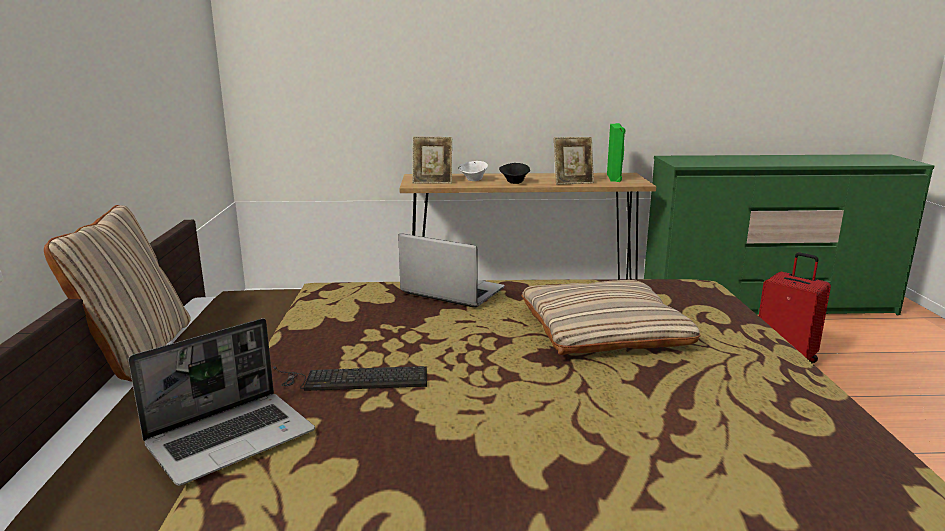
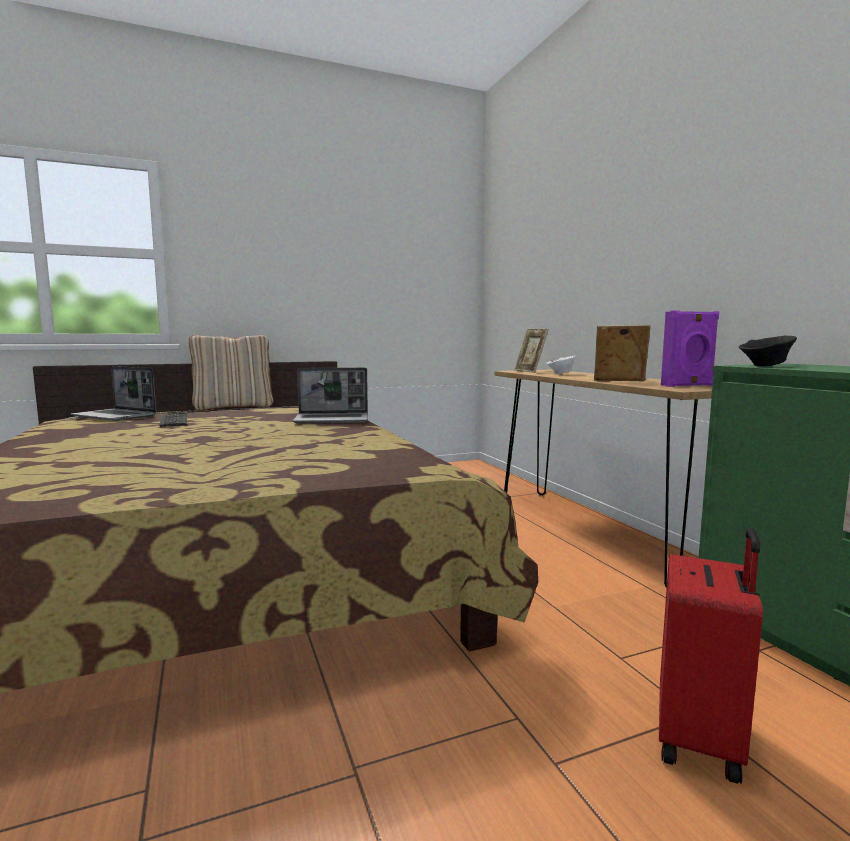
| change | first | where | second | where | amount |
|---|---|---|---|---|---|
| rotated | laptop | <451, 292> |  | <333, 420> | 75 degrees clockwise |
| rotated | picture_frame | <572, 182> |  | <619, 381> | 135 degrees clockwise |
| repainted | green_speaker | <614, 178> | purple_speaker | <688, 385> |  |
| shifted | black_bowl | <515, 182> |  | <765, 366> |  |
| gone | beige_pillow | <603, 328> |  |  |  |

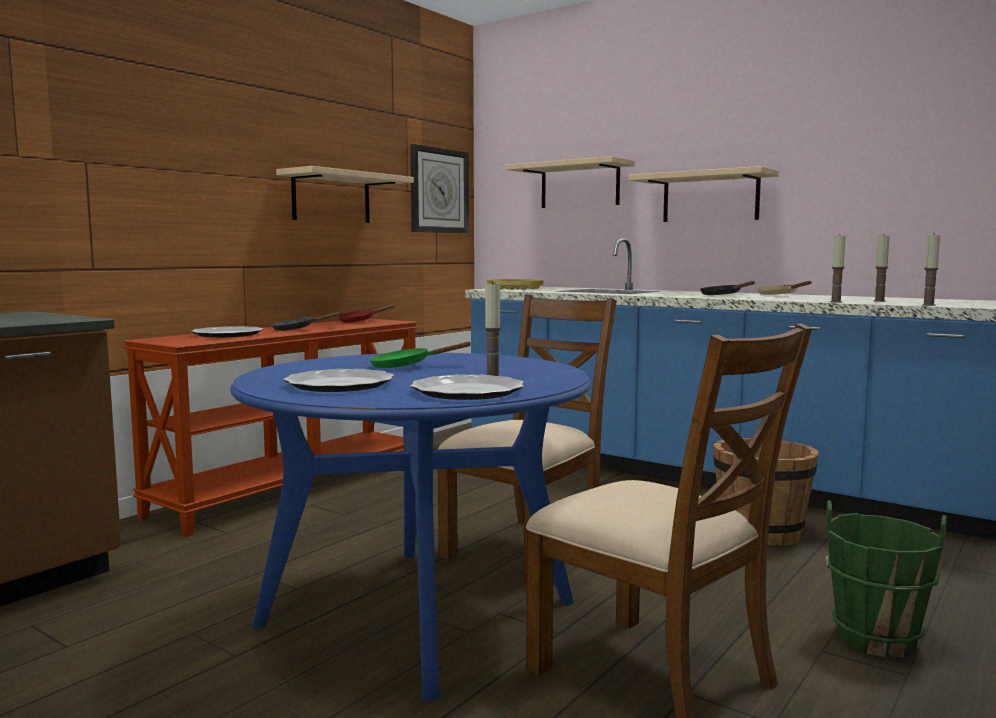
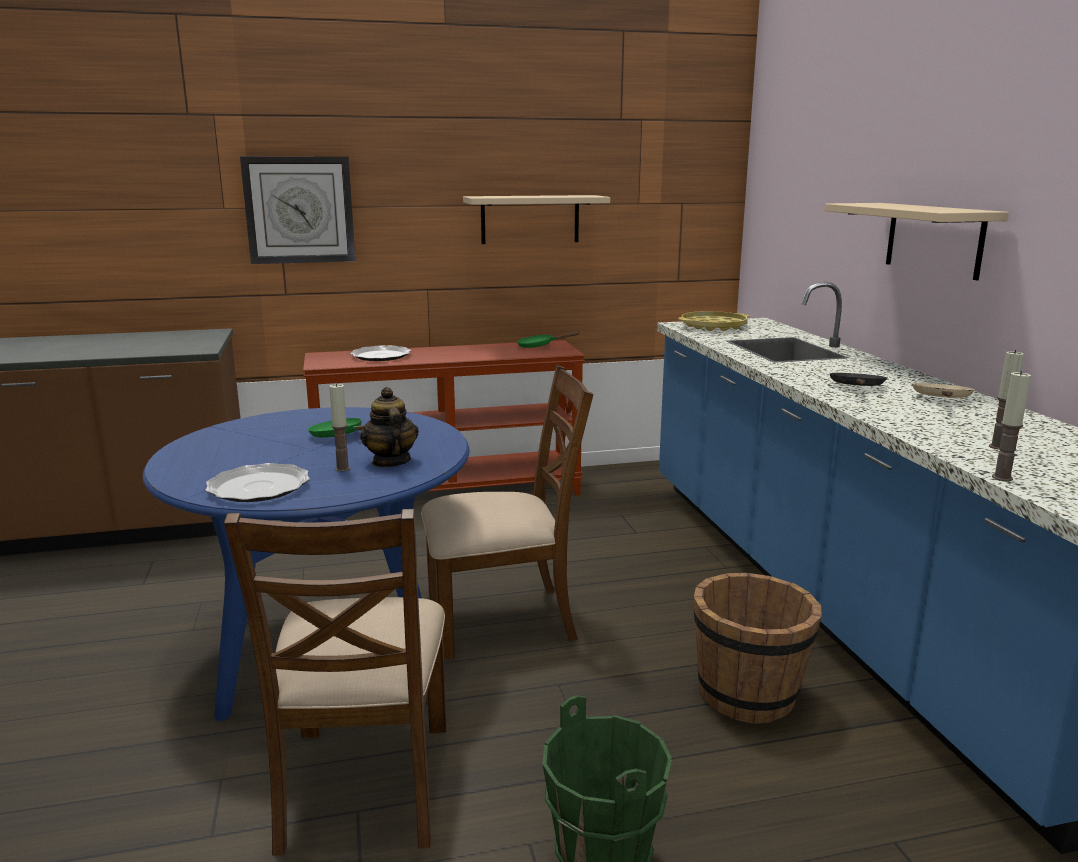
| change | first | where | second | where | amount |
|---|---|---|---|---|---|
| shifted | wall_clock | <438, 191> |  | <299, 210> |  |
| new |  |  | teapot | <390, 462> |  |
| repainted | red_frying_pan | <360, 321> | green_frying_pan | <539, 346> |  |
| gone | black_frying_pan | <298, 329> |  |  |  |
| gone | plate | <339, 385> |  |  |  |
| gone | beige_shelf | <580, 185> |  |  |  |
| gone | candle | <836, 302> |  |  |  |

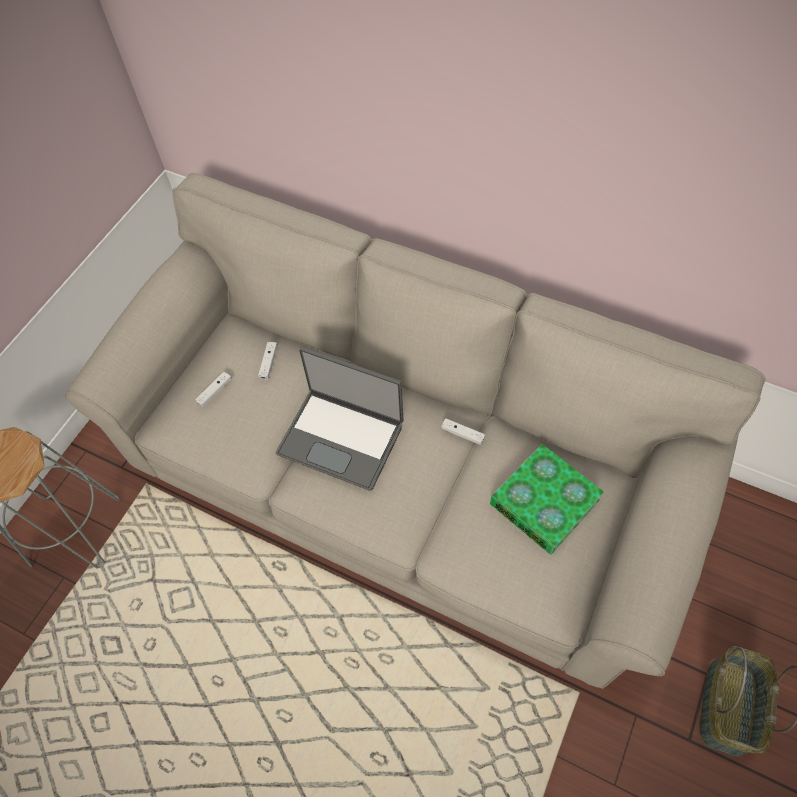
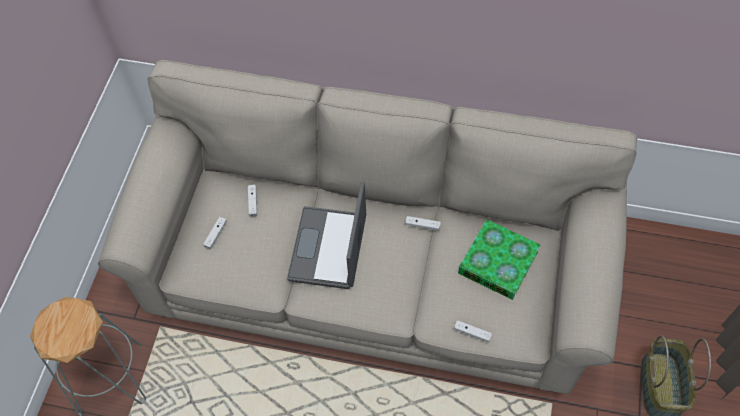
| change | first | where | second | where | amount |
|---|---|---|---|---|---|
| rotated | laptop | <342, 437> |  | <330, 248> | 90 degrees clockwise |
| new |  |  | white_game_controller | <472, 333> |  |

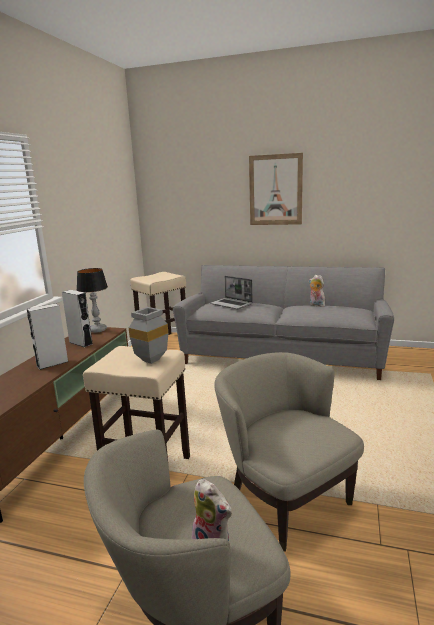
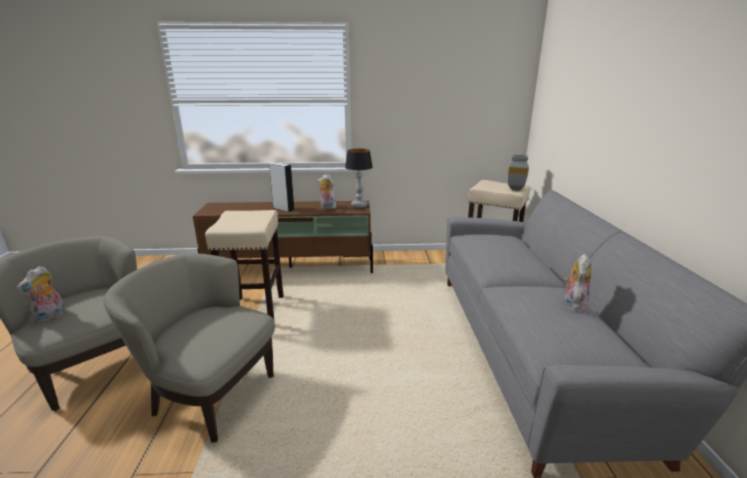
| change | first | where | second | where | amount |
|---|---|---|---|---|---|
| rotated | beige_armchair | <285, 499> |  | <210, 395> | 105 degrees counterclockwise |
| swapped | grey_speaker | <81, 343> | plush_toy | <326, 207> |  |
| shifted | grey_vase | <151, 359> |  | <516, 189> |  |
| gone | laptop | <232, 304> |  |  |  |
| gone | picture | <275, 190> |  |  |  |

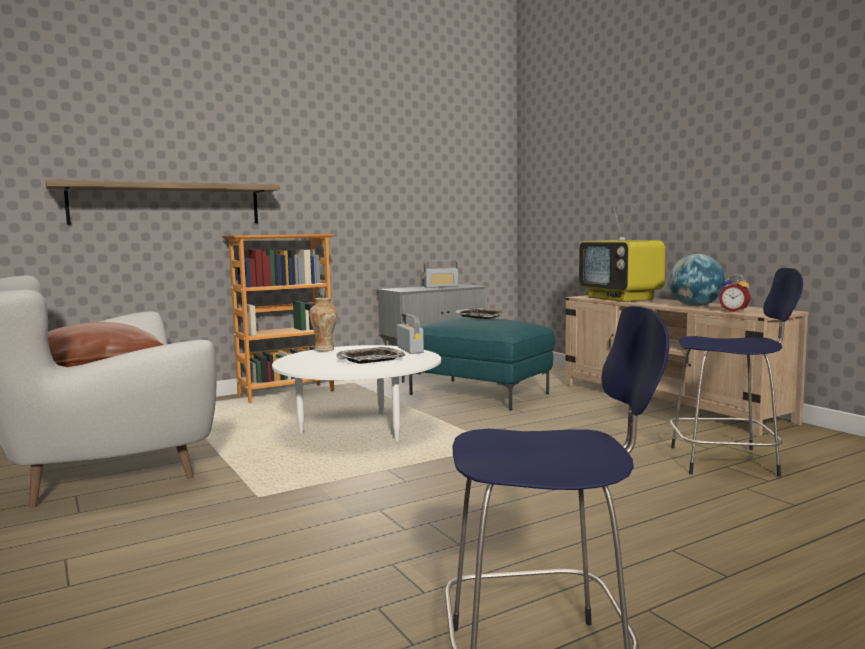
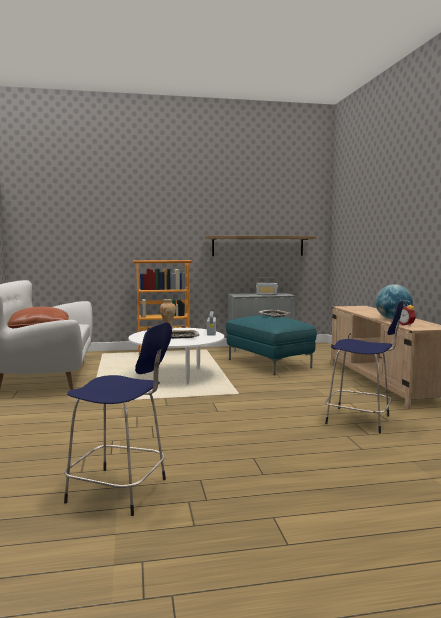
| change | first | where | second | where | amount |
|---|---|---|---|---|---|
| shifted | shelf | <167, 204> |  | <258, 246> |  |
| gone | television | <621, 298> |  |  |  |

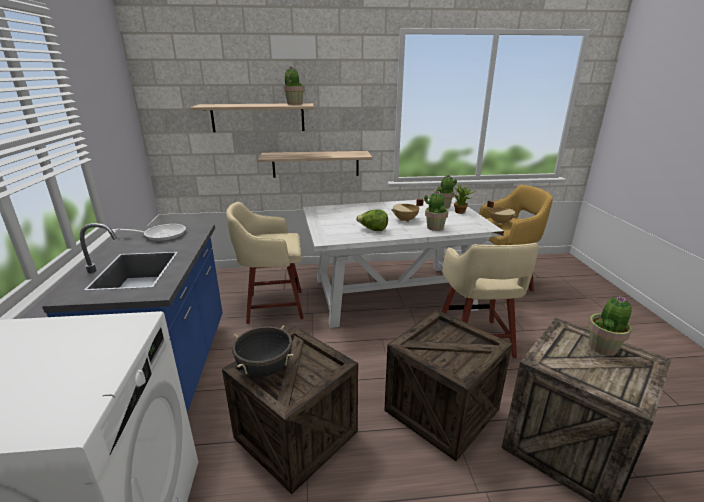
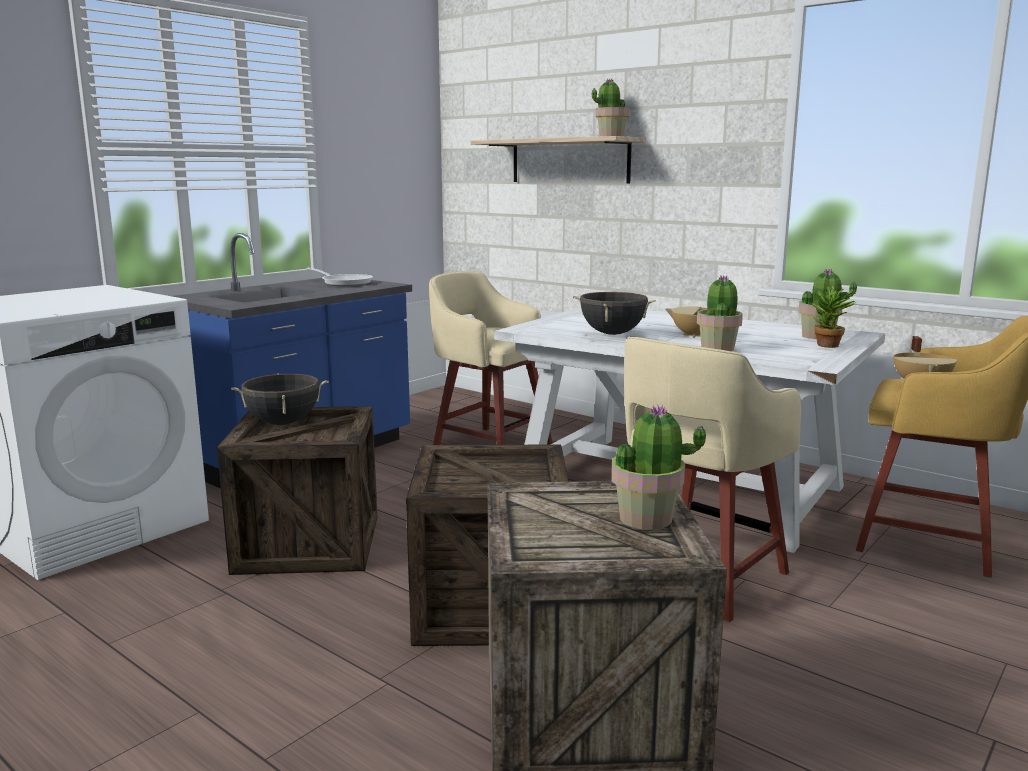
| change | first | where | second | where | amount |
|---|---|---|---|---|---|
| swapped | lettuce | <373, 230> | black_cooking_pot | <612, 334> |  |
| gone | shelf | <315, 164> |  |  |  |

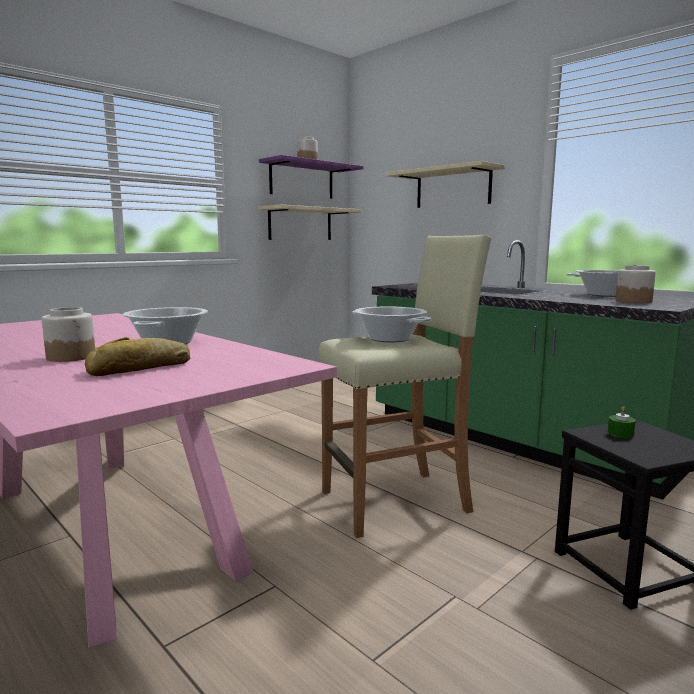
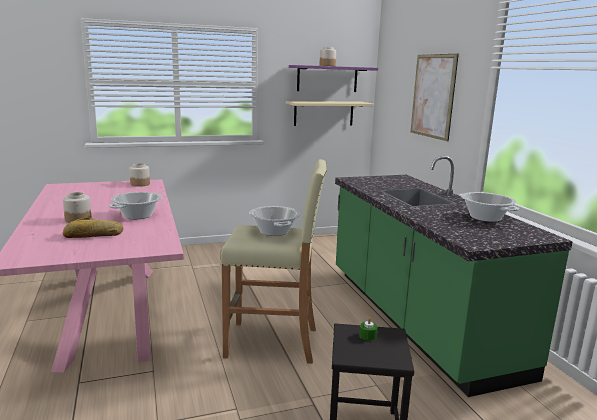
| change | first | where | second | where | amount |
|---|---|---|---|---|---|
| shifted | jar | <633, 301> |  | <140, 184> |  |
| swapped | beige_shelf | <453, 188> | picture | <433, 96> |  |

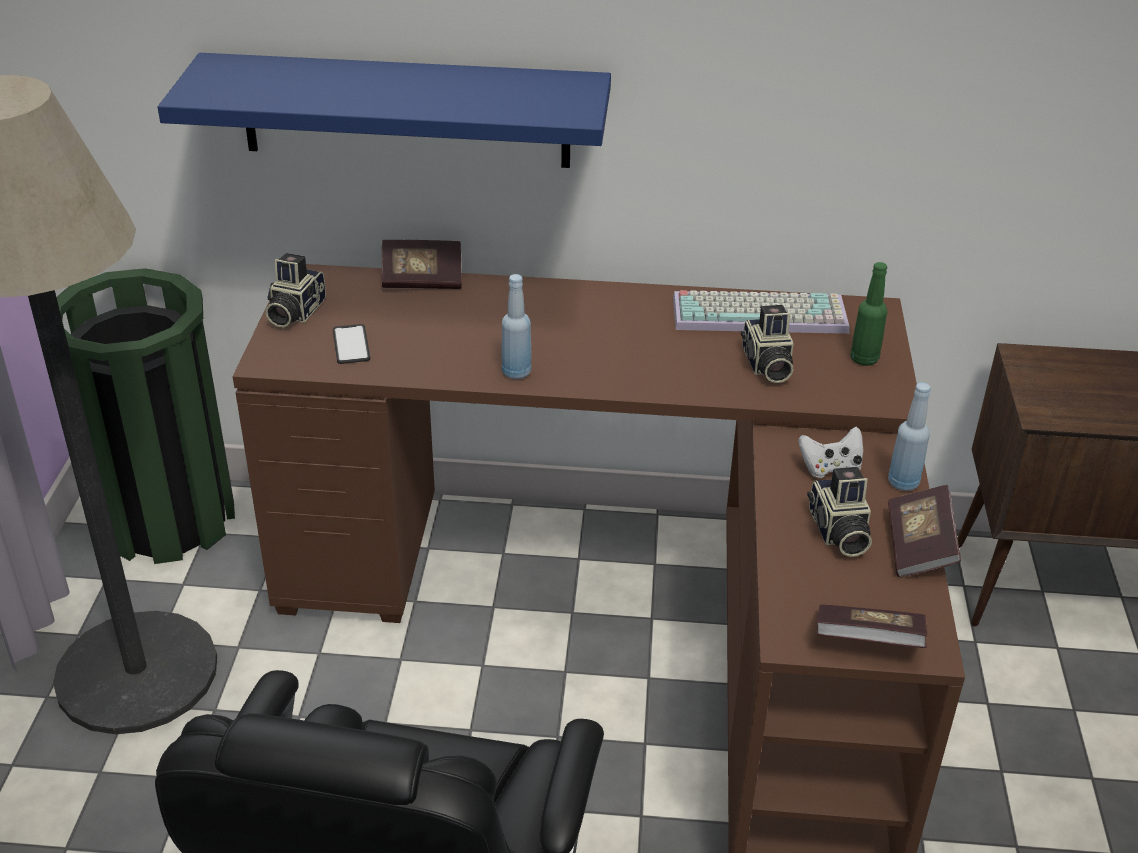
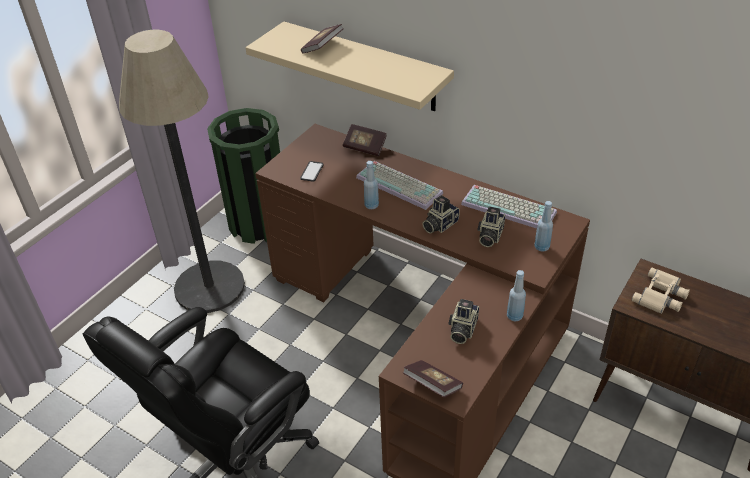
| change | first | where | second | where | amount |
|---|---|---|---|---|---|
| repainted | blue_shelf | <406, 111> | beige_shelf | <365, 67> |  |
| shifted | book | <919, 547> |  | <322, 47> |  |
| new |  |  | keyboard | <401, 185> |  |
| shifted | photo_camera | <294, 312> |  | <439, 224> |  |
| repainted | green_bottle | <864, 359> | blue_bottle | <541, 247> |  |
| new |  |  | beige_binoculars | <661, 296> |  |
| gone | white_game_controller | <830, 467> |  |  |  |

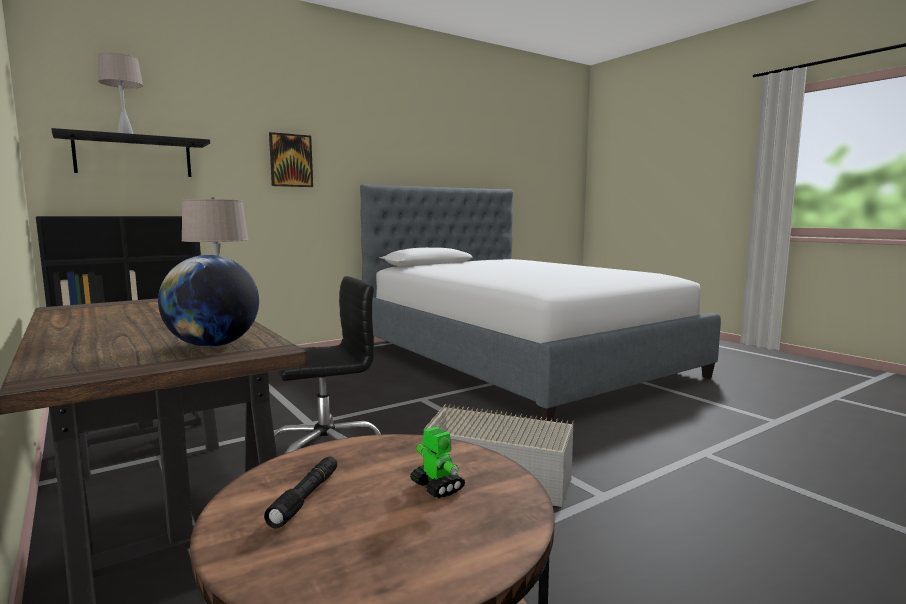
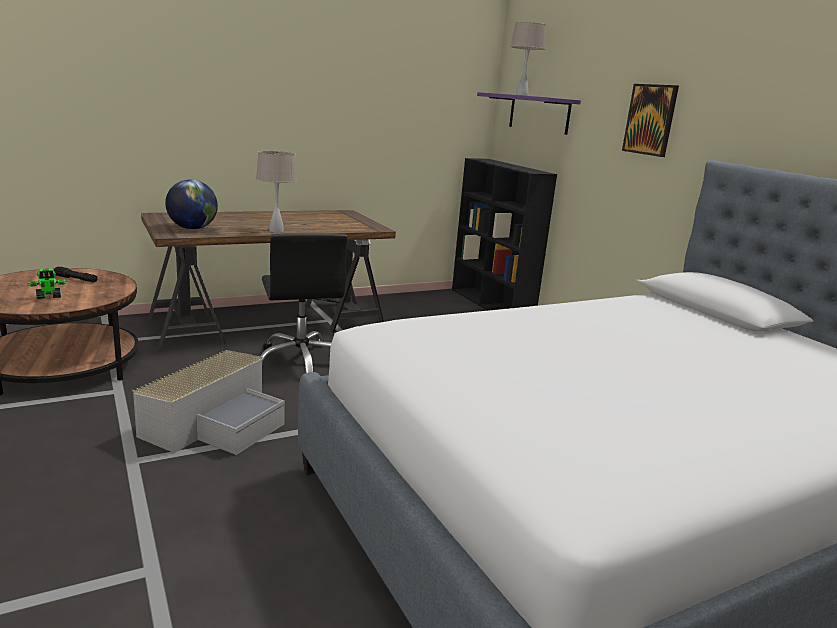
| change | first | where | second | where | amount |
|---|---|---|---|---|---|
| repainted | black_shelf | <134, 157> | purple_shelf | <539, 113> |  |

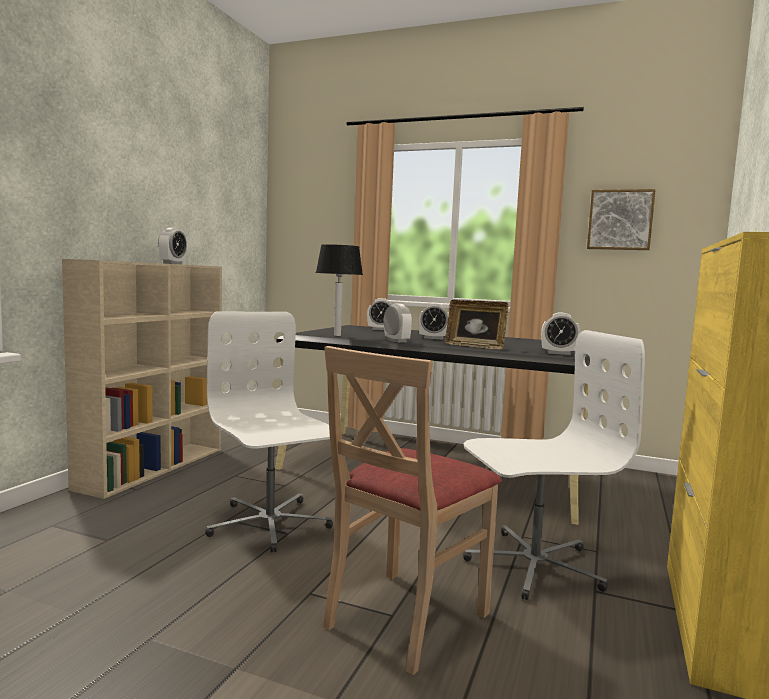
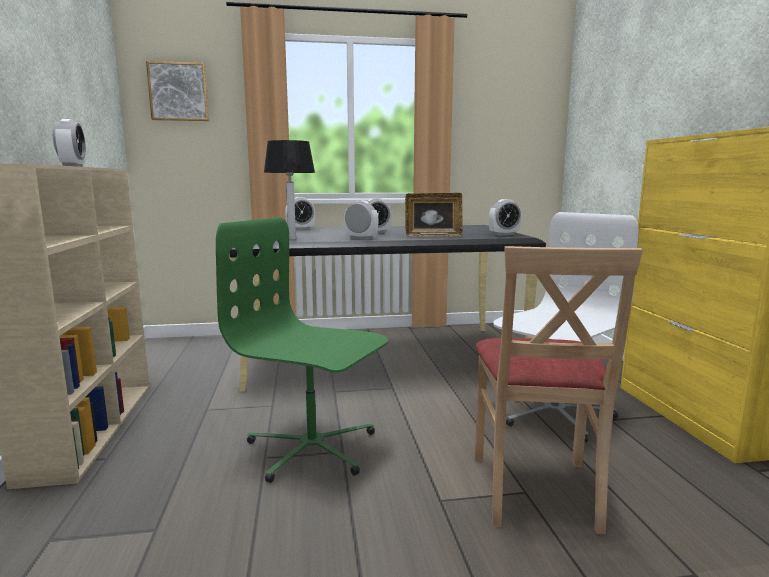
| change | first | where | second | where | amount |
|---|---|---|---|---|---|
| shifted | picture | <620, 220> |  | <179, 92> |  |
| repainted | white_office_chair | <269, 524> | green_office_chair | <312, 448> |  |

